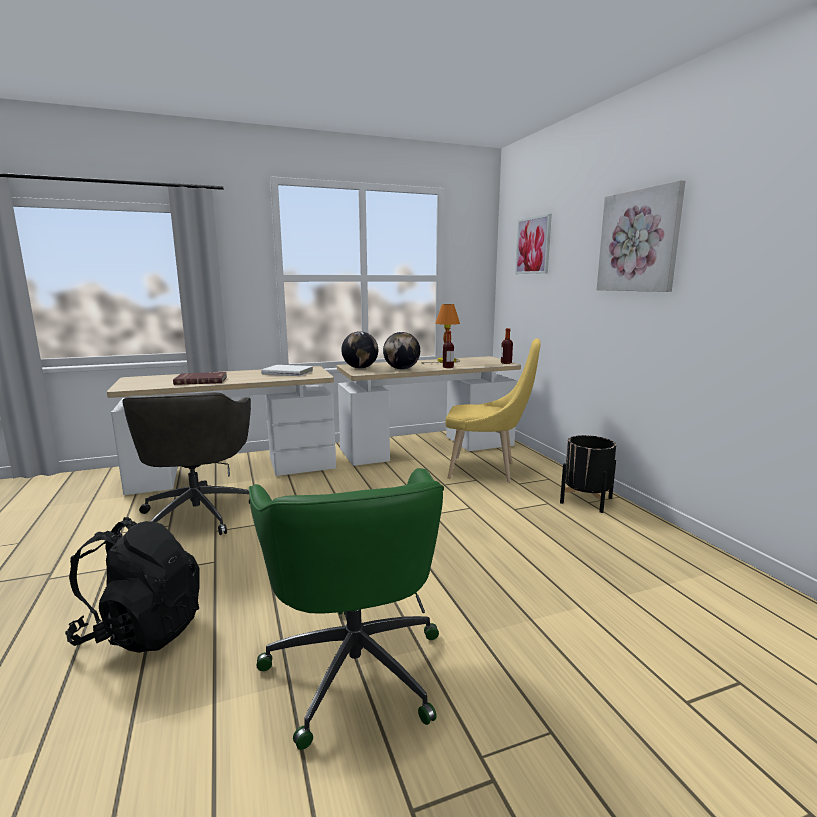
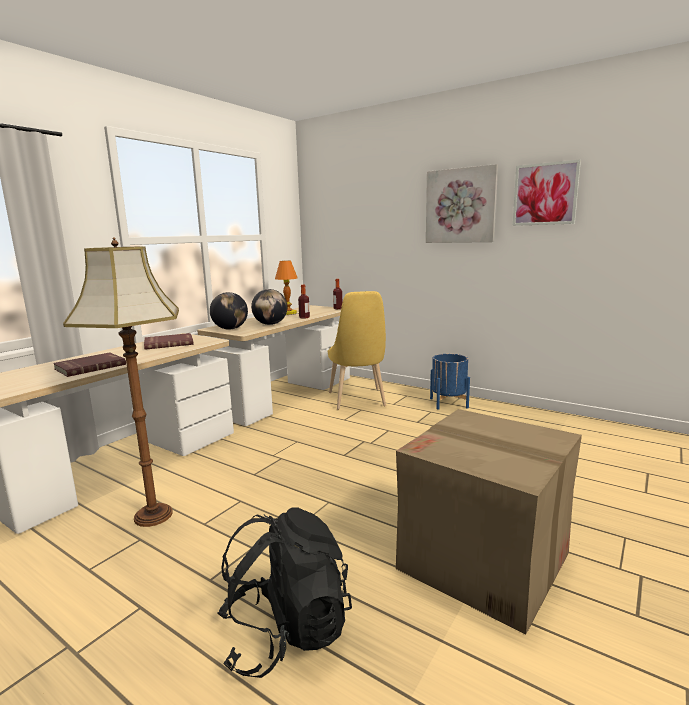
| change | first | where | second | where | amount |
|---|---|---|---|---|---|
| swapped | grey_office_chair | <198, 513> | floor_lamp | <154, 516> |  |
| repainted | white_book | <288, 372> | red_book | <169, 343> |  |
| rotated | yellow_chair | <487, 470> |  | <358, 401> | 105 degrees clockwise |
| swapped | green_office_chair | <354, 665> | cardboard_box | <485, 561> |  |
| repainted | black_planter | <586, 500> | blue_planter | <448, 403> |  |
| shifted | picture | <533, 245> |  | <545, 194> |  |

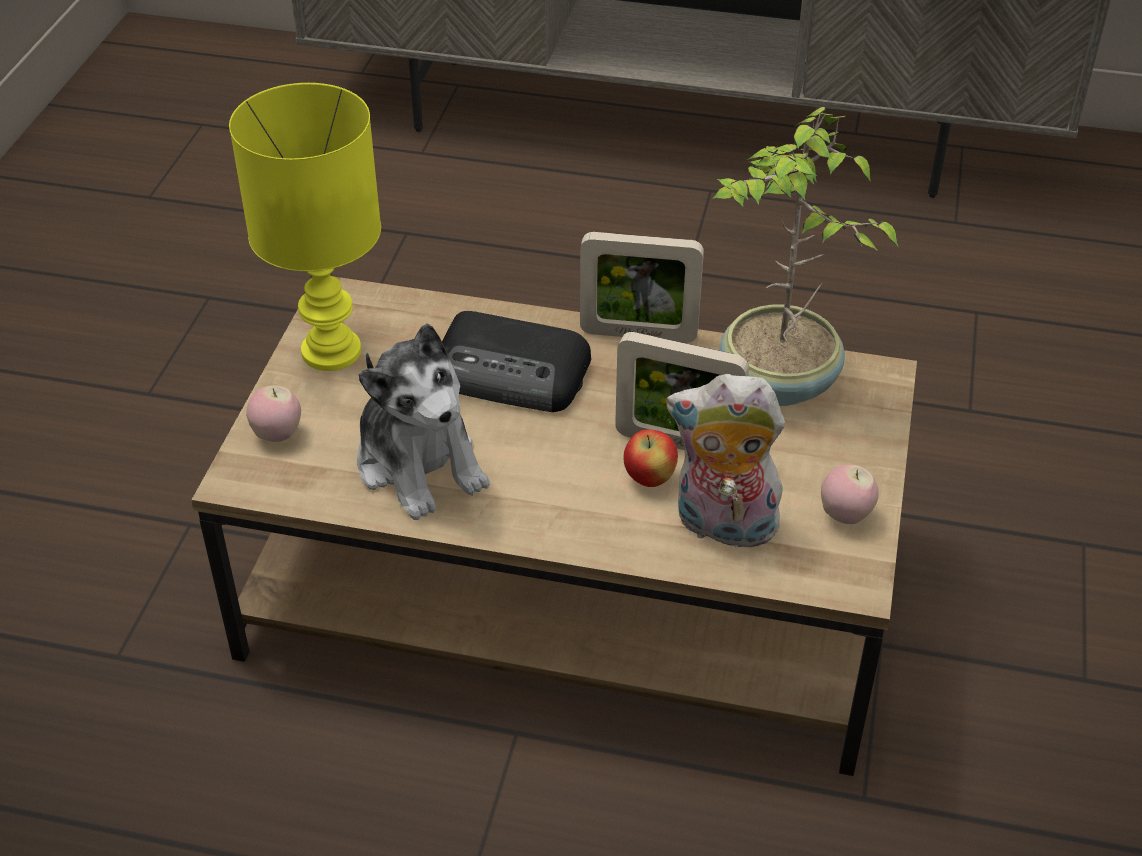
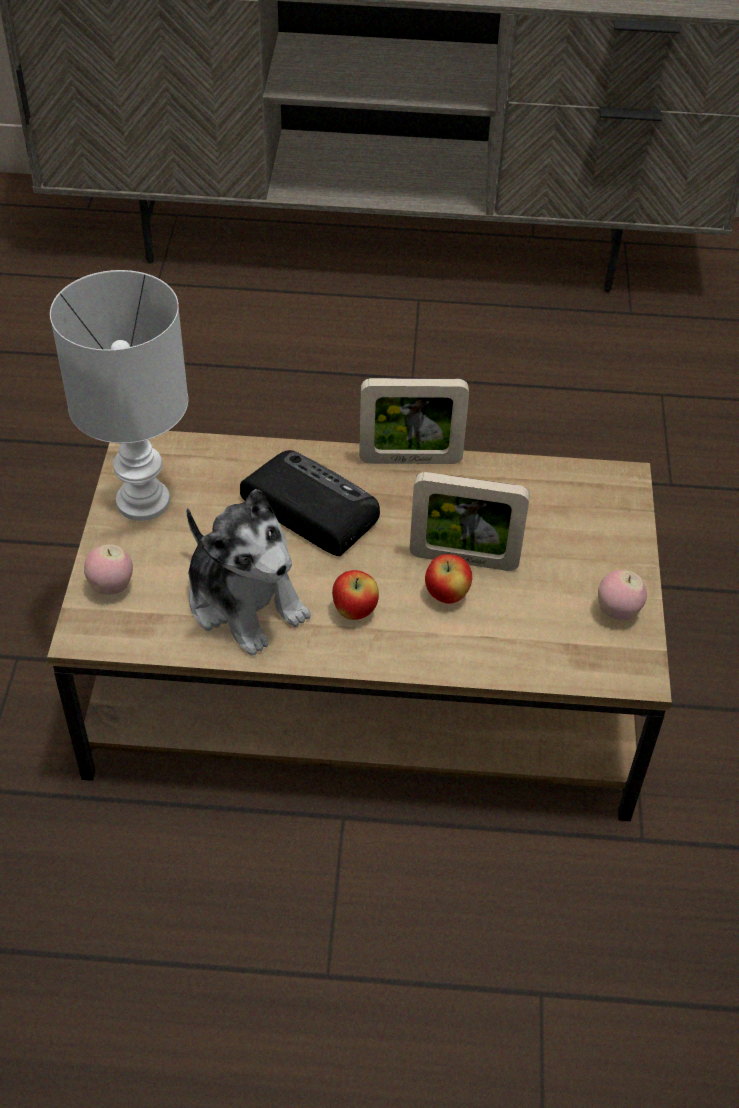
| change | first | where | second | where | amount |
|---|---|---|---|---|---|
| repainted | yellow_table_lamp | <329, 352> | white_table_lamp | <141, 502> |  |
| rotated | radio | <512, 374> |  | <308, 508> | 150 degrees counterclockwise |
| new |  |  | apple | <355, 611> |  |
| gone | plush_toy | <722, 527> |  |  |  |
| gone | potted_plant | <777, 385> |  |  |  |

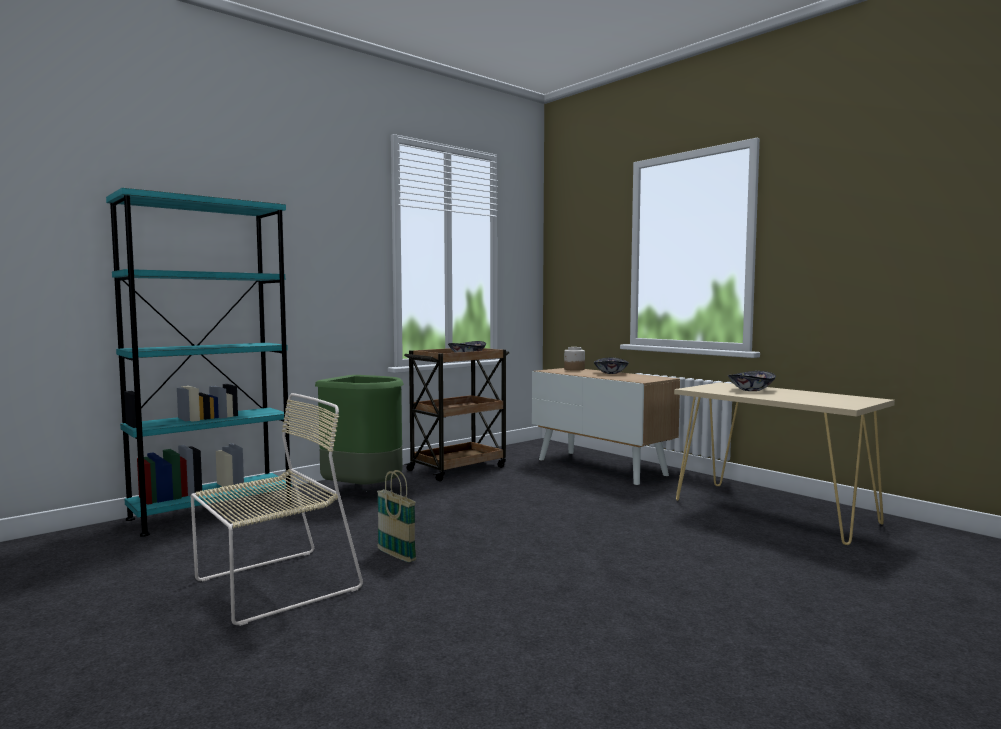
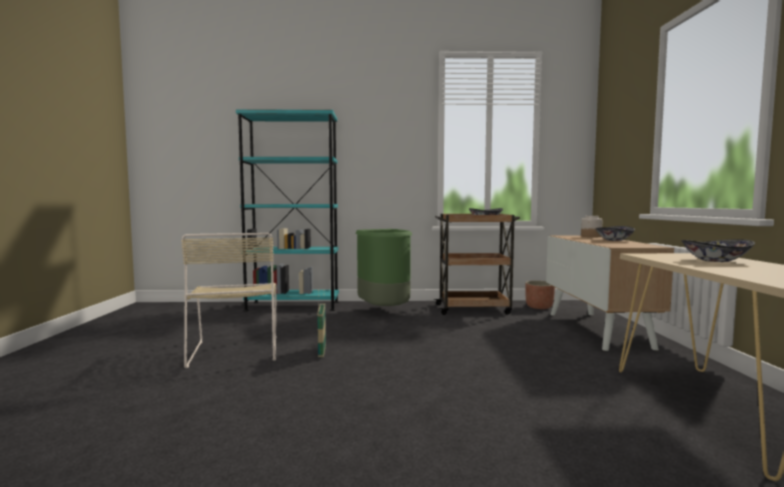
| change | first | where | second | where | amount |
|---|---|---|---|---|---|
| rotated | beige_chair | <272, 586> |  | <235, 349> | 75 degrees clockwise |
| new |  |  | planter | <539, 307> |  |

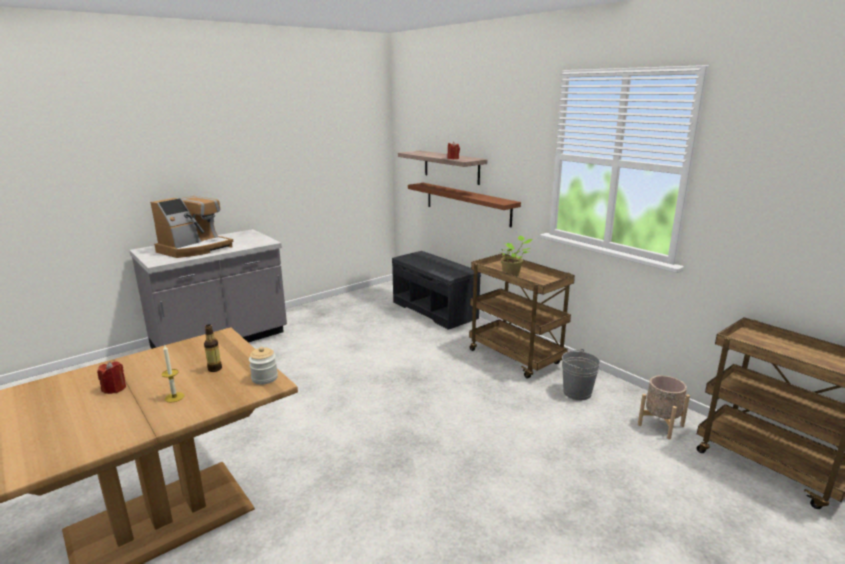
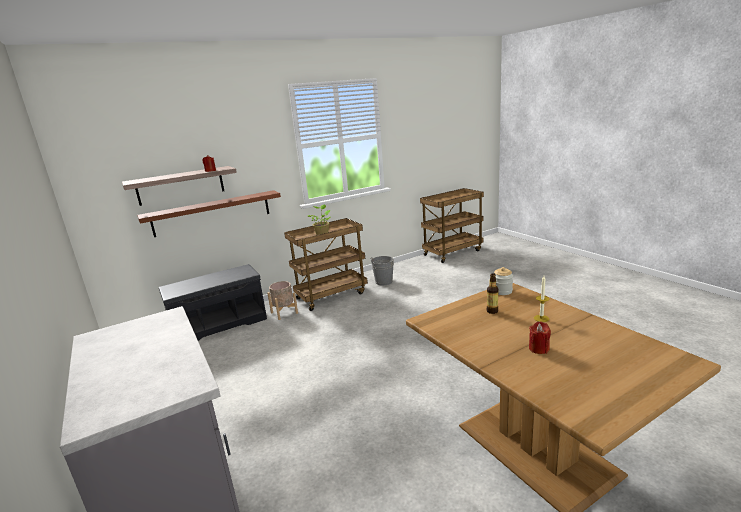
| change | first | where | second | where | amount |
|---|---|---|---|---|---|
| shifted | beige_planter | <660, 425> |  | <284, 313> |  |
| gone | coffee_machine | <195, 249> |  |  |  |

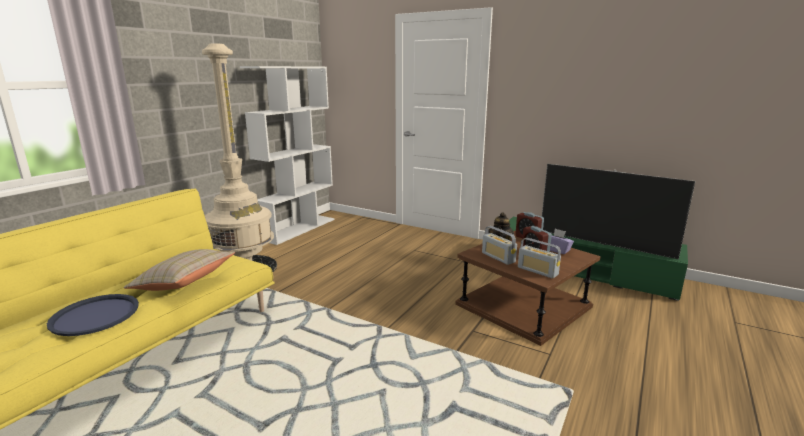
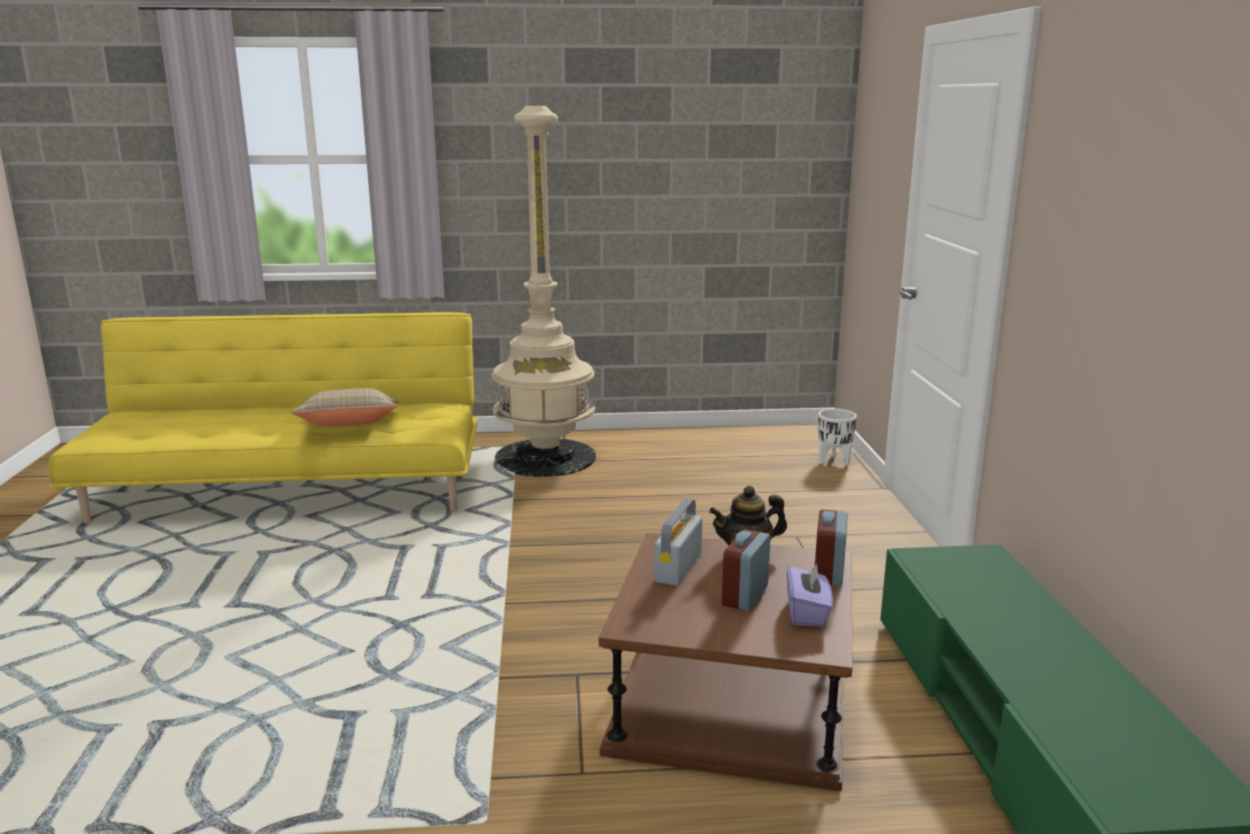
| change | first | where | second | where | amount |
|---|---|---|---|---|---|
| new |  |  | white_planter | <834, 461> |  |
| gone | blue_tray | <95, 315> |  |  |  |
| gone | white_bookcase | <298, 229> |  |  |  |
| gone | radio | <537, 271> |  |  |  |
| gone | television | <604, 244> |  |  |  |

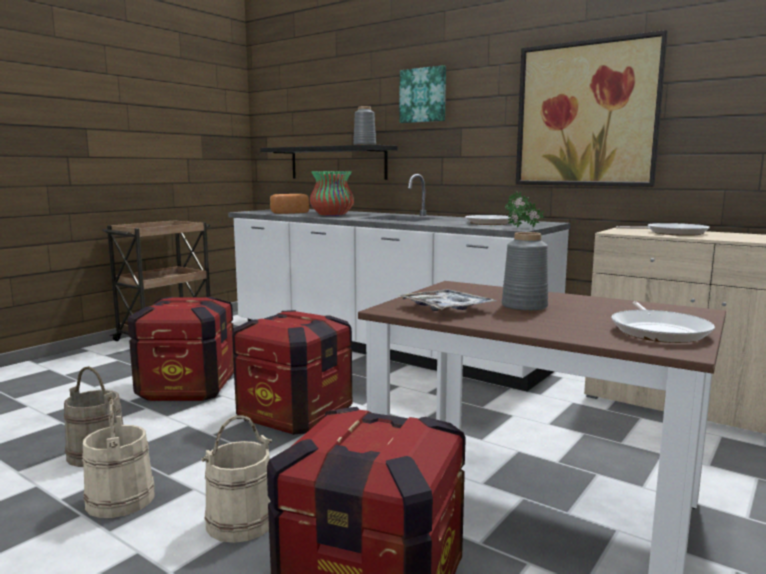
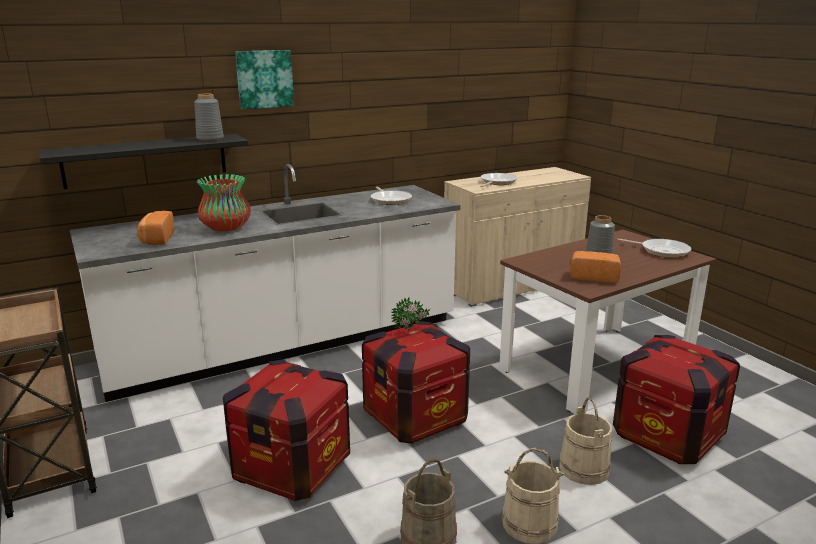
| change | first | where | second | where | amount |
|---|---|---|---|---|---|
| shifted | potted_plant | <522, 228> |  | <411, 329> |  |
| swapped | tray | <446, 308> | bread | <594, 277> |  |
| gone | picture | <586, 114> |  |  |  |

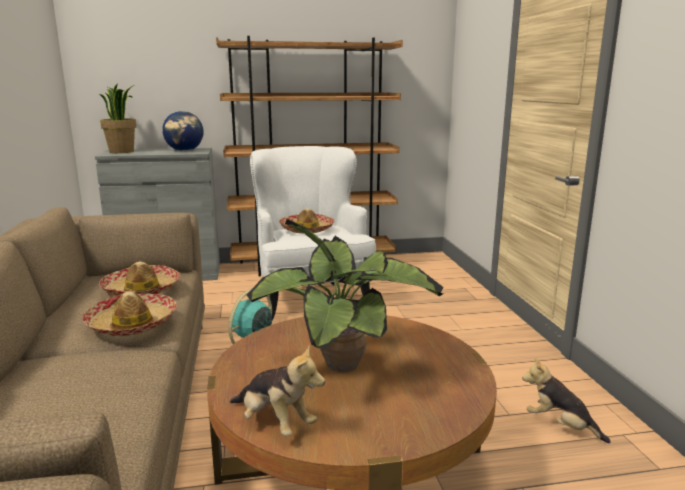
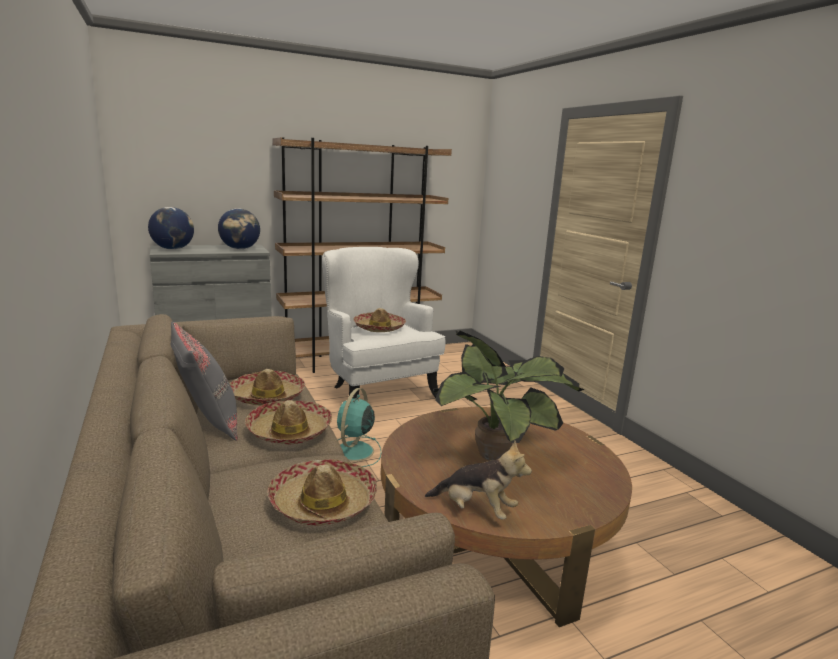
| change | first | where | second | where | amount |
|---|---|---|---|---|---|
| swapped | potted_plant | <122, 151> | globe | <173, 249> |  |
| new |  |  | grey_pillow | <207, 422> |  |
| new |  |  | hat | <322, 503> |  |
| gone | plush_toy | <560, 425> |  |  |  |

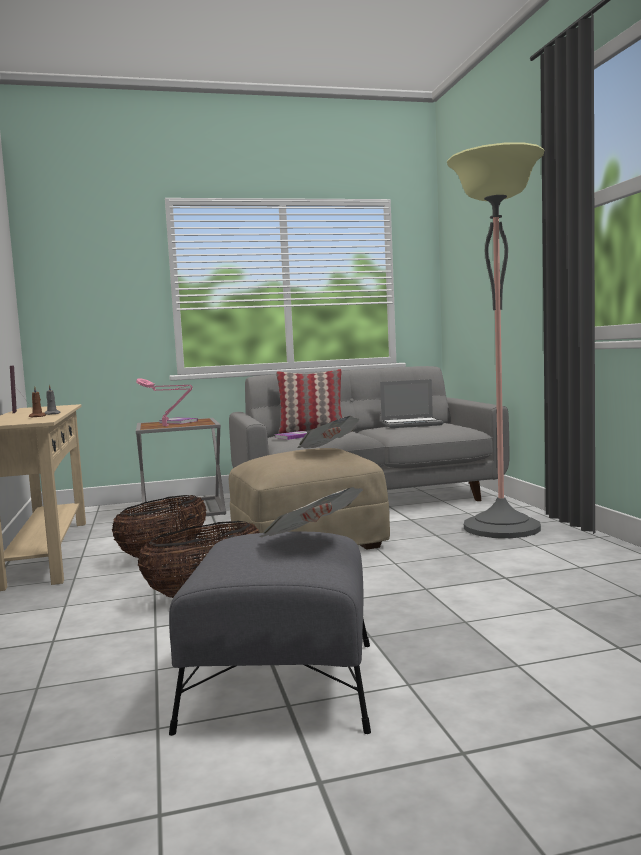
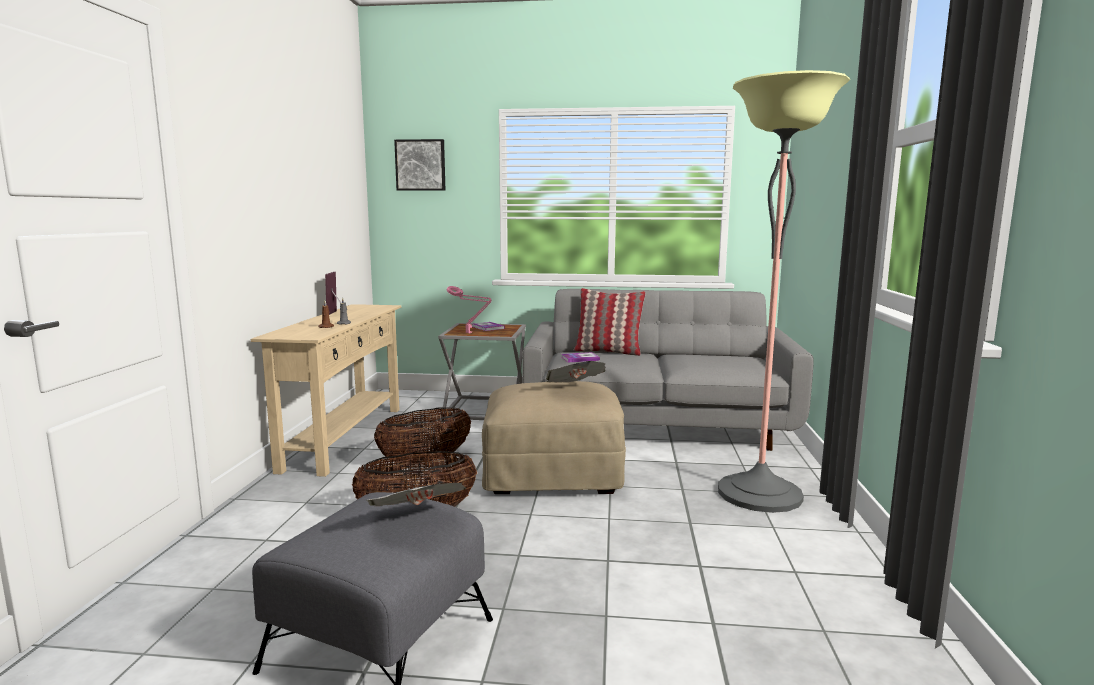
| change | first | where | second | where | amount |
|---|---|---|---|---|---|
| new |  |  | picture | <421, 165> |  |
| gone | laptop | <412, 424> |  |  |  |

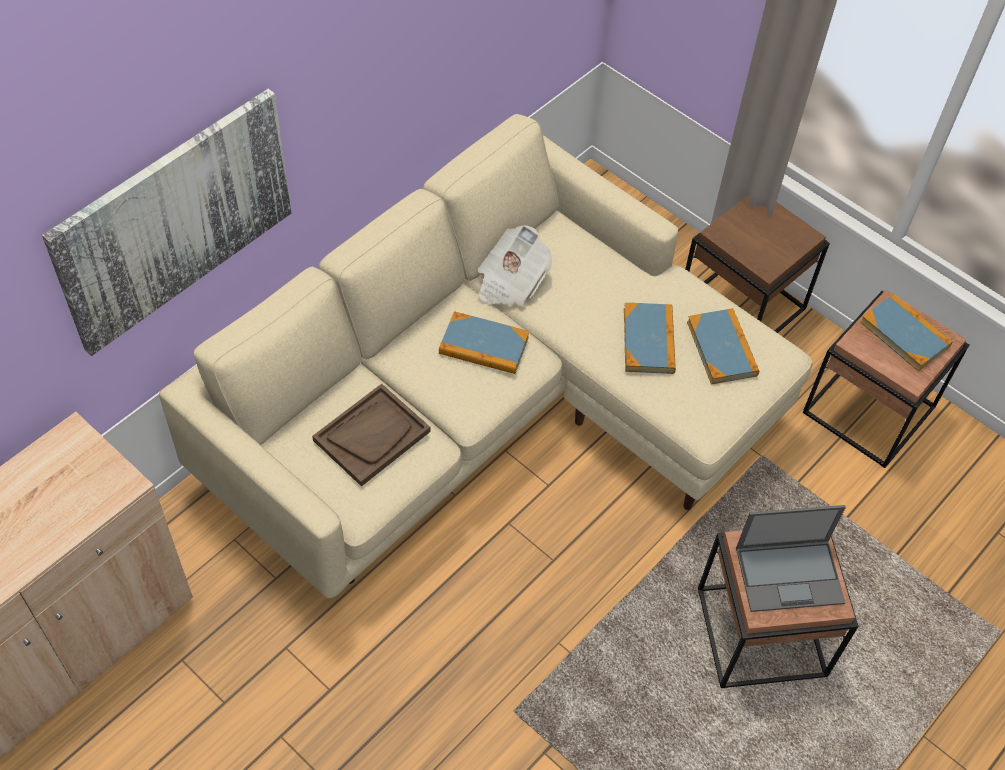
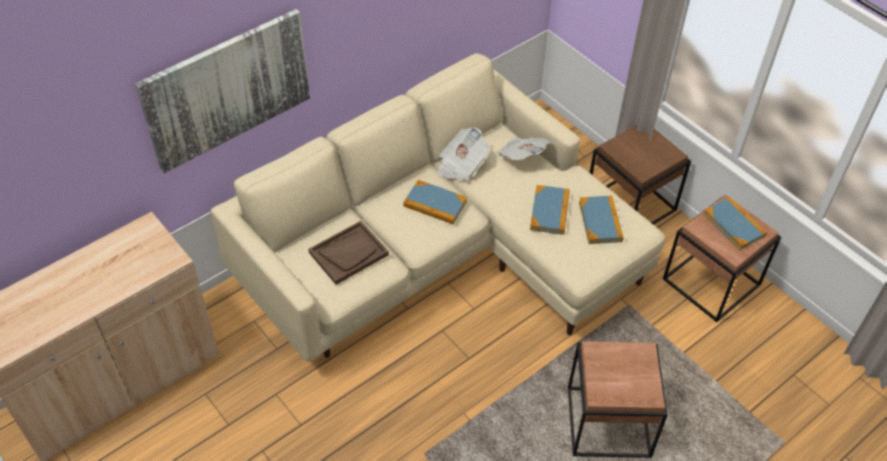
| change | first | where | second | where | amount |
|---|---|---|---|---|---|
| new |  |  | newspaper | <521, 156> |  |
| gone | laptop | <790, 575> |  |  |  |

